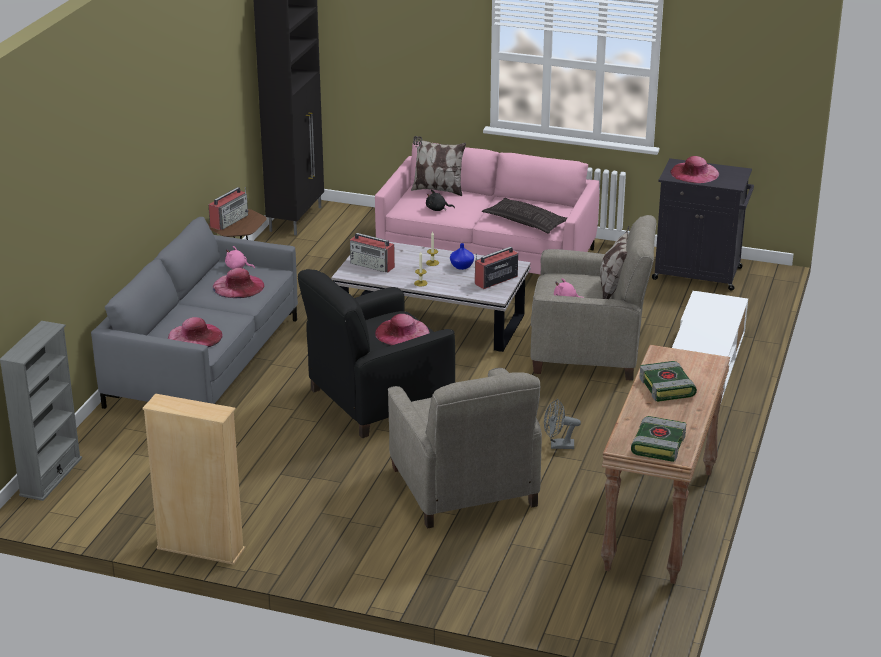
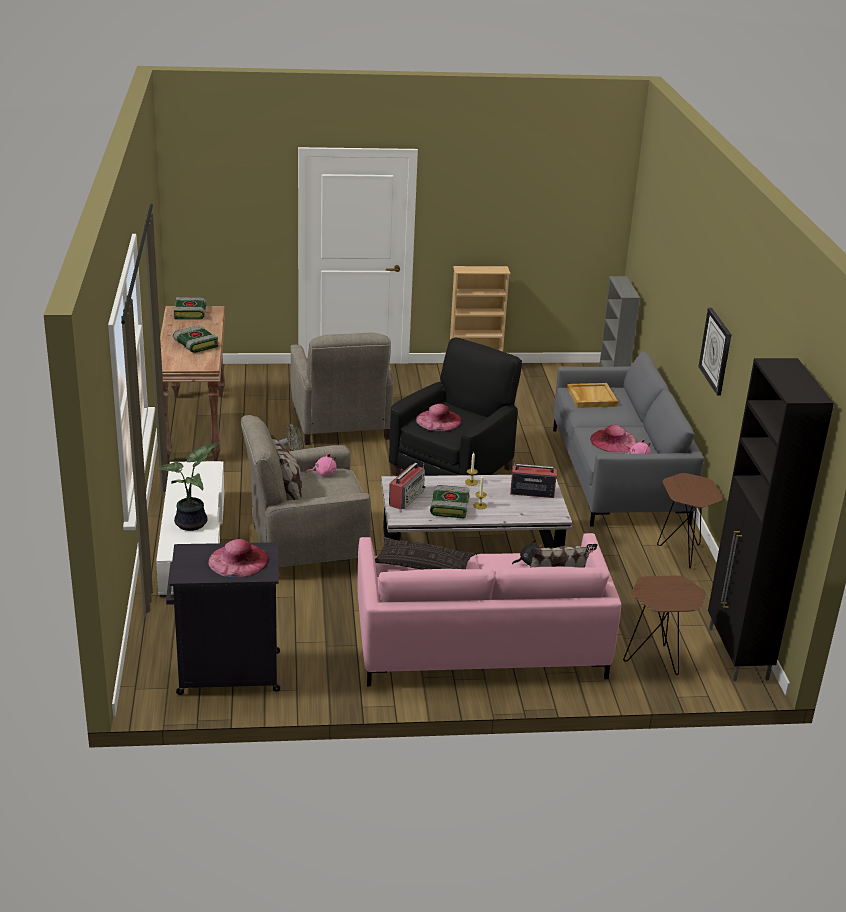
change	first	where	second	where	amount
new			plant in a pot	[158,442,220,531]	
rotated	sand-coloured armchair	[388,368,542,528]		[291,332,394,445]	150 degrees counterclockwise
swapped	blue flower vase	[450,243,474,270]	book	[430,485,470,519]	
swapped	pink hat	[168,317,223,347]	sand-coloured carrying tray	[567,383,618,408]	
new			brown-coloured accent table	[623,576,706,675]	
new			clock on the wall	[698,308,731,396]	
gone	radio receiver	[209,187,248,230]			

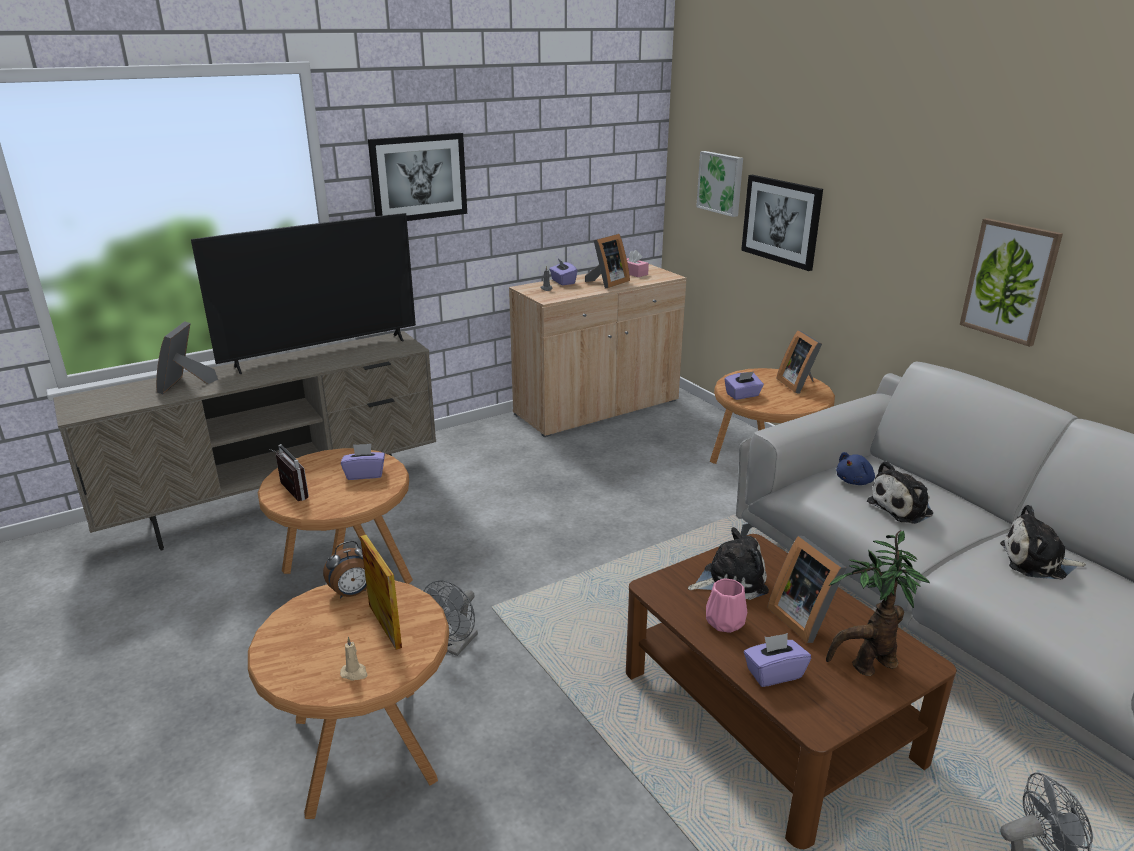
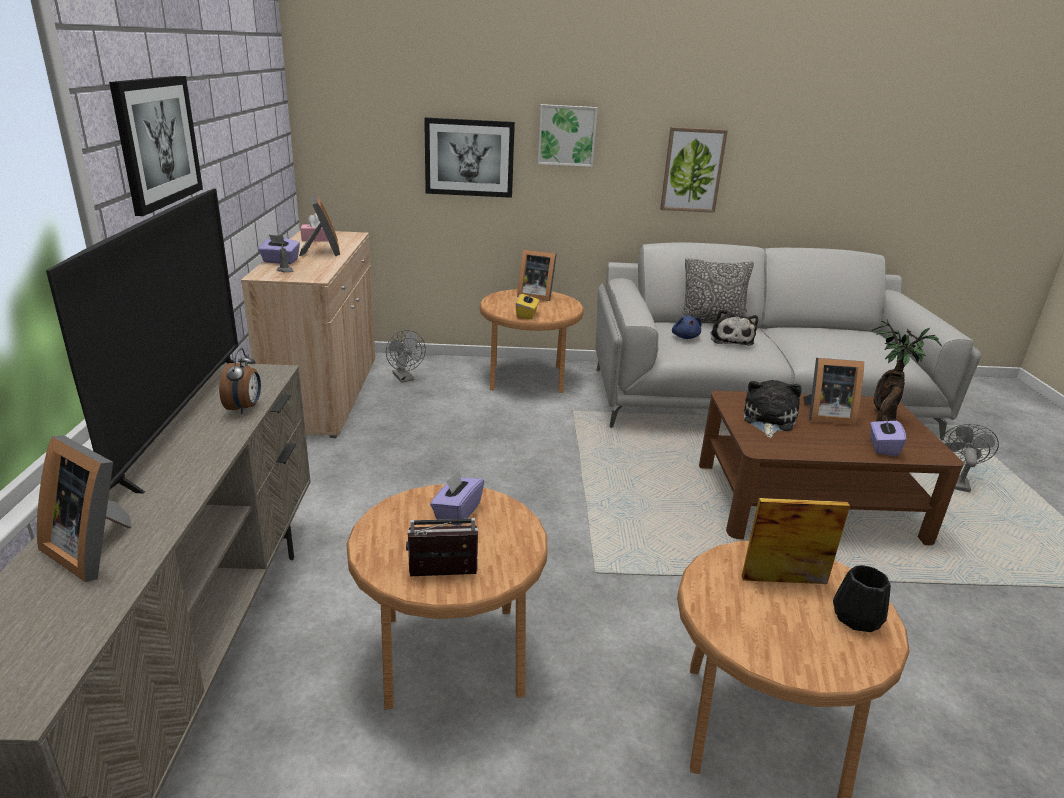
change	first	where	second	where	amount
shifted	alarm clock	[323,541,367,599]		[219,348,261,414]	
shifted	grey electric fan	[424,580,478,656]		[386,330,426,383]	
repainted	purplish box of tissues	[725,372,764,400]	yellow-coloured box of tissues	[516,291,539,319]	
shifted	picture	[696,151,743,217]		[538,104,598,167]	
new			throw pillow	[681,258,754,323]	
swapped	sand-coloured wax candle	[340,637,367,680]	black-coloured flower vase	[833,565,891,632]	
gone	pink flower vase	[706,579,747,633]			
gone	plush toy	[1000,505,1086,579]			

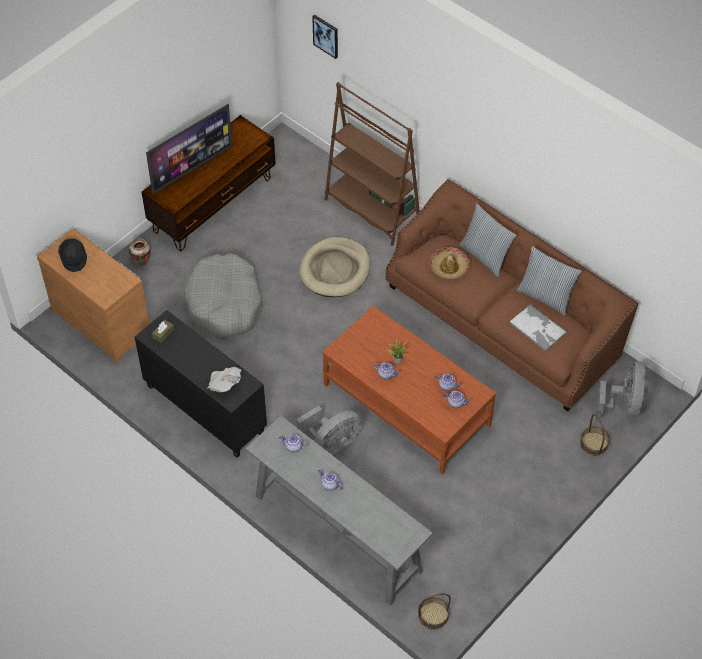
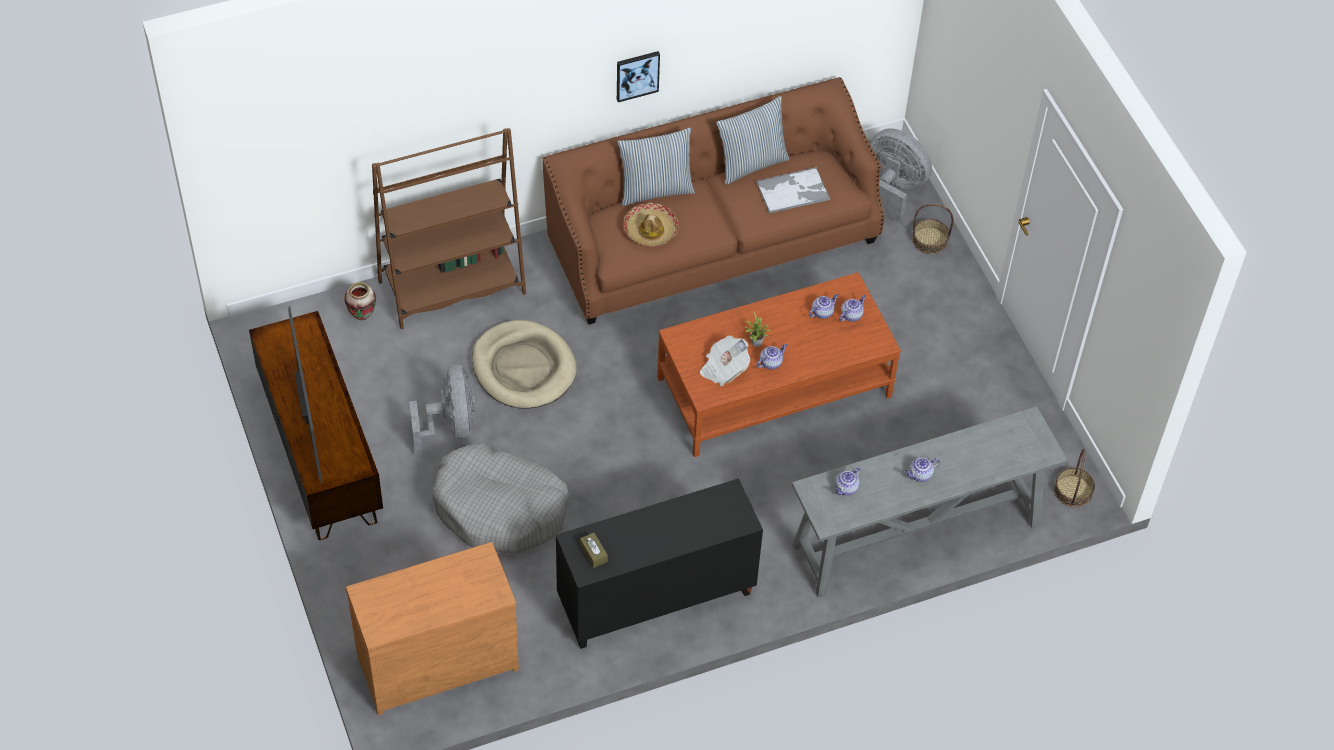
change	first	where	second	where	amount
shifted	flower vase	[129,238,151,266]		[344,282,376,320]	
shifted	grey electric fan	[296,406,362,455]		[409,364,475,454]	
shifted	picture	[312,14,338,59]		[617,51,660,102]	
shifted	daily paper	[207,366,242,392]		[700,336,750,386]	
gone	black-coloured hat	[58,238,87,272]			

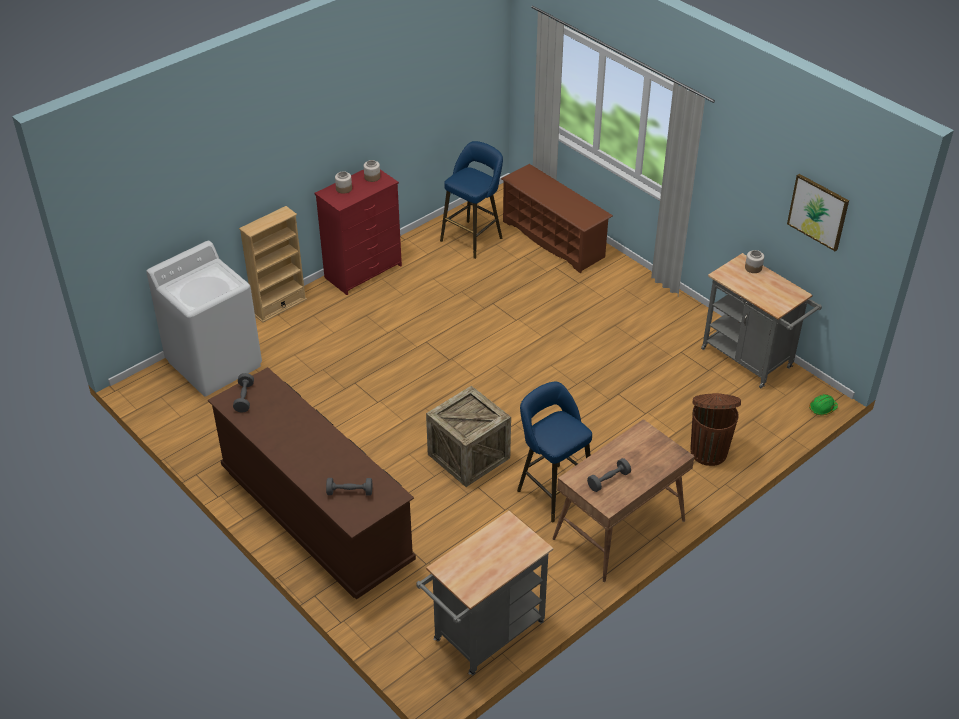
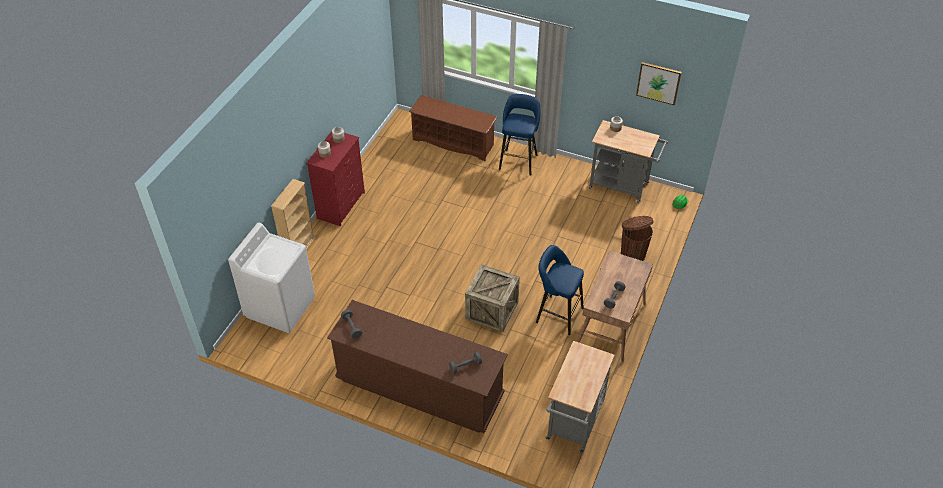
change	first	where	second	where	amount
shifted	blue sitting stool	[440,141,503,259]		[499,94,540,176]	

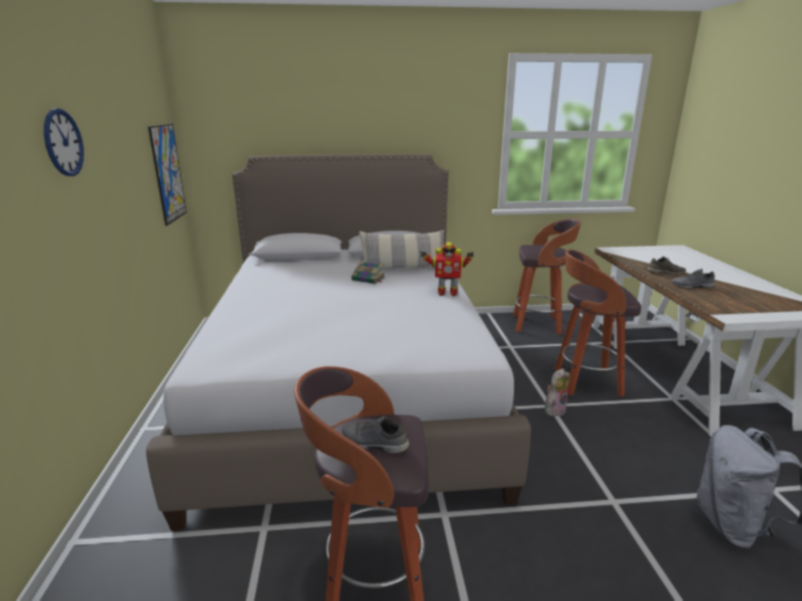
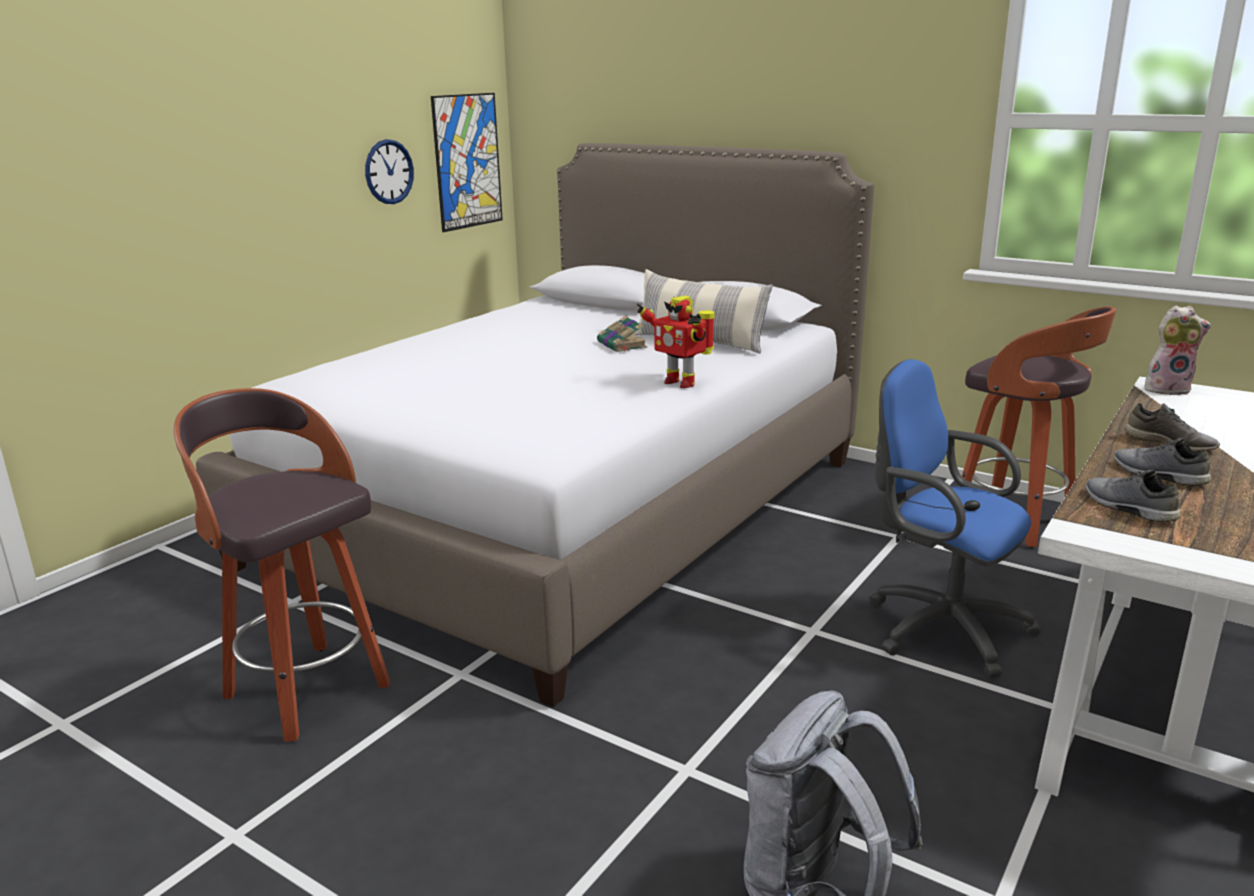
change	first	where	second	where	amount
shifted	clock on the wall	[44,108,84,176]		[365,139,414,204]	
swapped	sitting stool	[554,249,641,397]	blue computer chair	[869,359,1042,678]	
shifted	grey shoe	[342,416,409,454]		[1086,469,1181,522]	
shifted	plush toy	[545,368,570,416]		[1144,305,1211,395]	

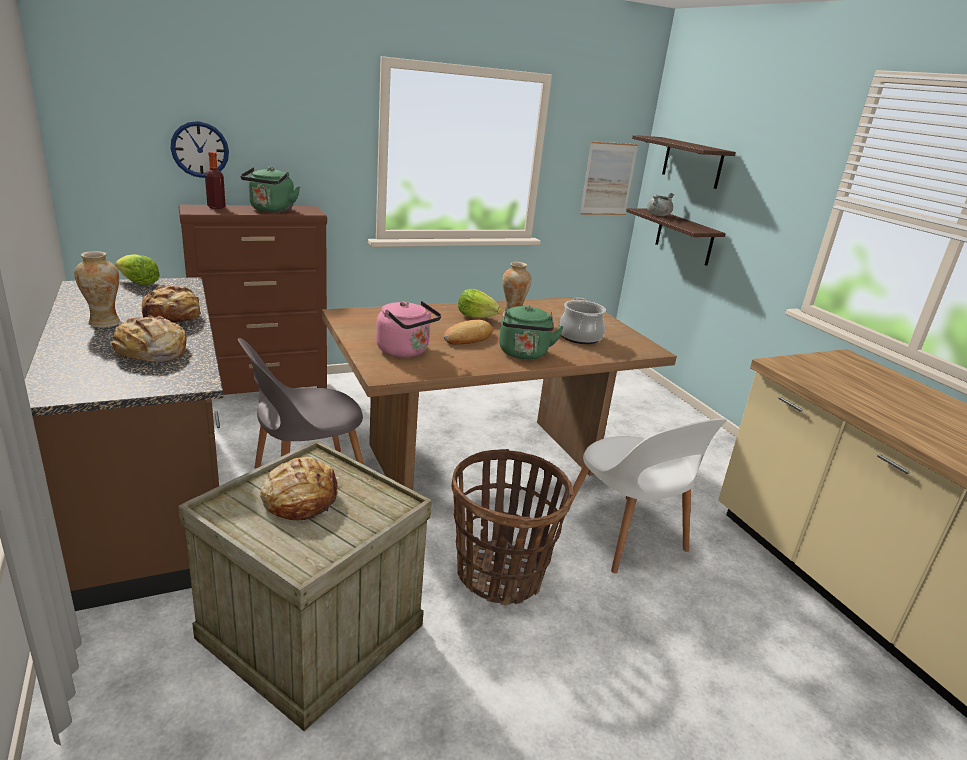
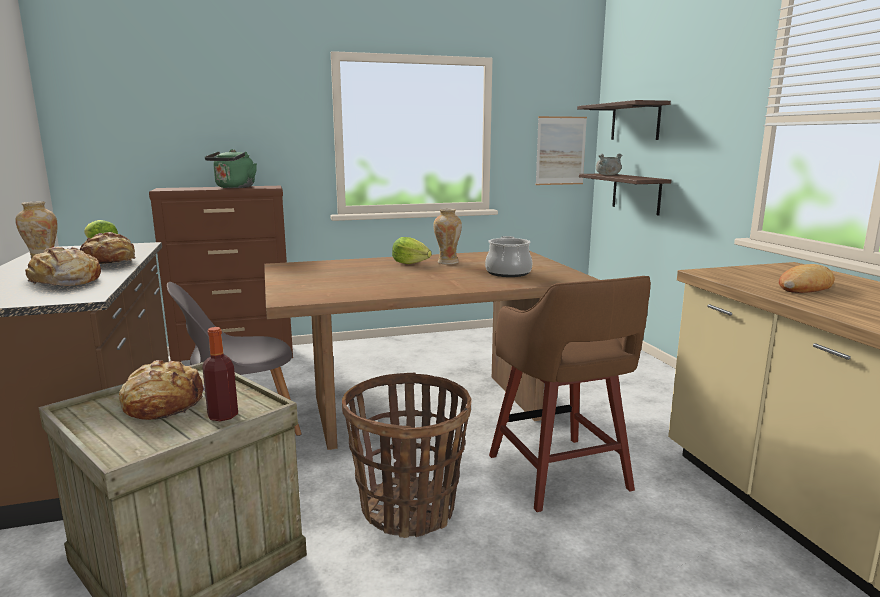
change	first	where	second	where	amount
shifted	drink bottle	[205,152,226,209]		[202,327,238,421]	
swapped	white-coloured plain chair	[565,418,727,573]	brown-coloured sitting stool	[489,276,651,512]	
shifted	baked bread	[444,320,493,345]		[779,264,835,293]	
gone	clock on the wall	[171,121,229,178]			
gone	pink tea kettle	[376,301,441,357]			
gone	green-coloured tea kettle	[499,305,564,359]			

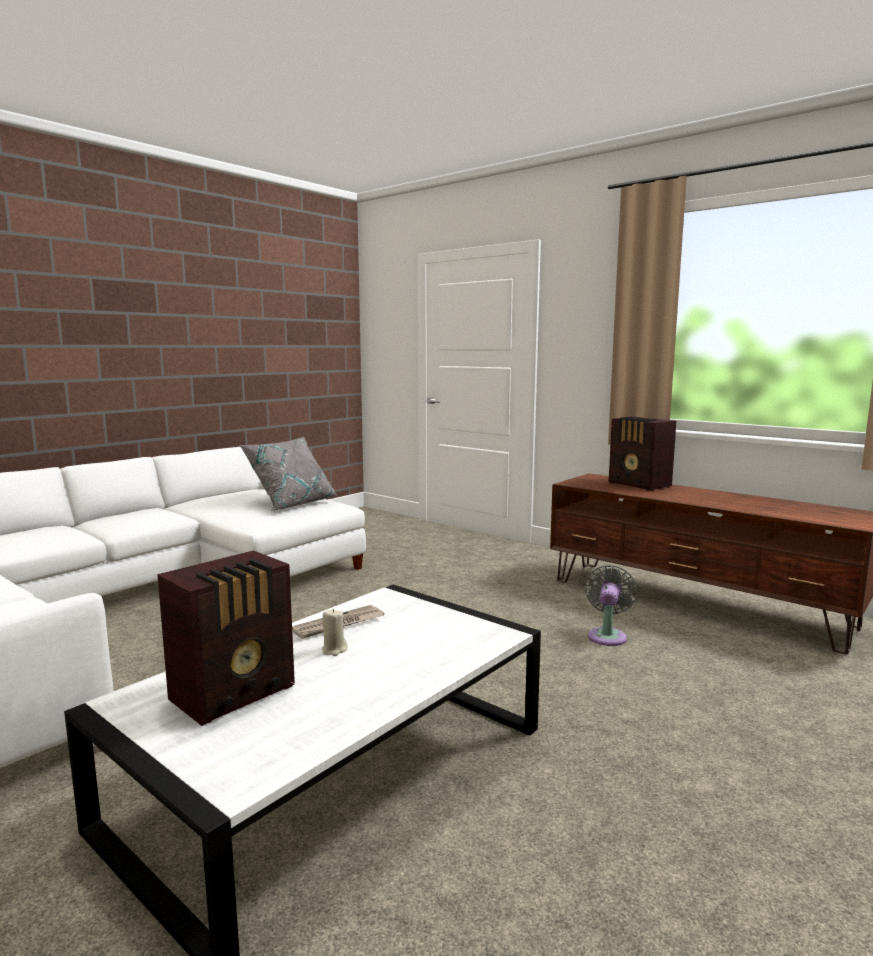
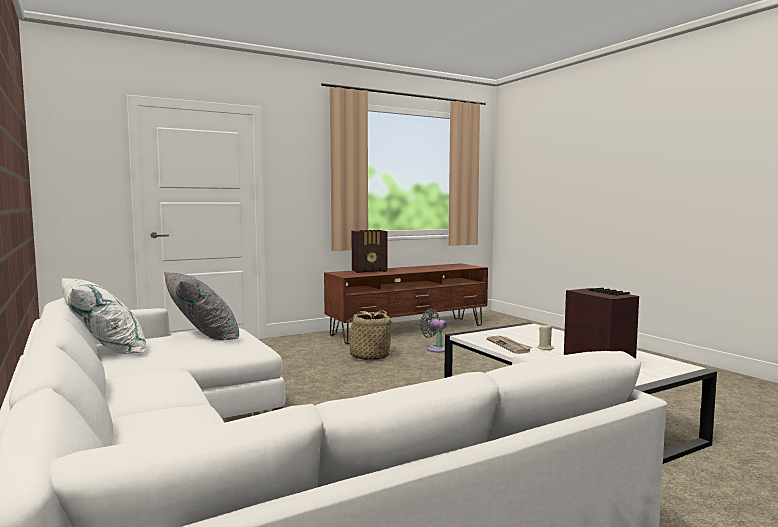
change	first	where	second	where	amount
new			white-coloured throw pillow	[62,278,146,354]	
new			basket	[341,310,394,360]	

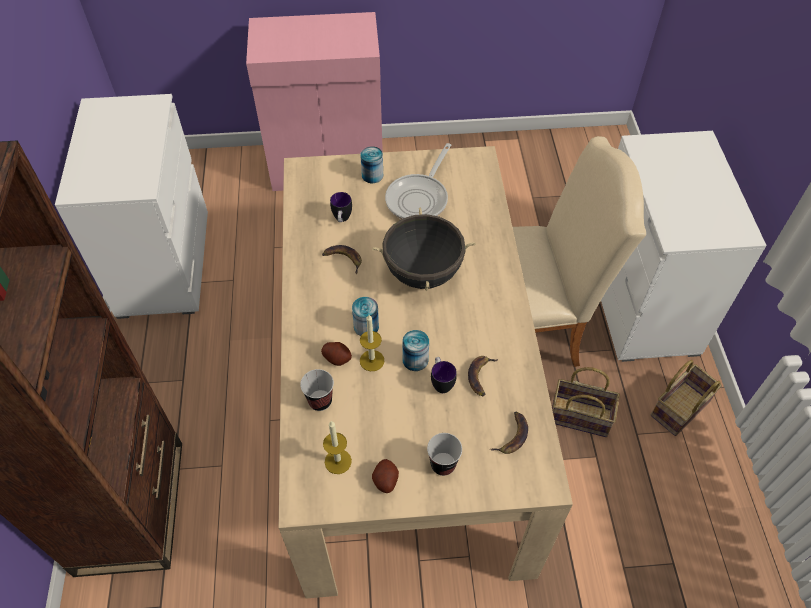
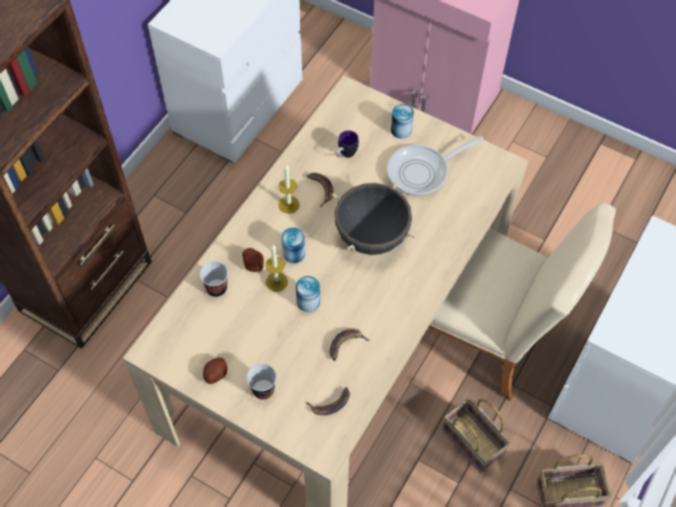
change	first	where	second	where	amount
shifted	wax candle	[323,421,352,474]		[279,165,300,214]	
gone	mug	[431,357,457,393]			

